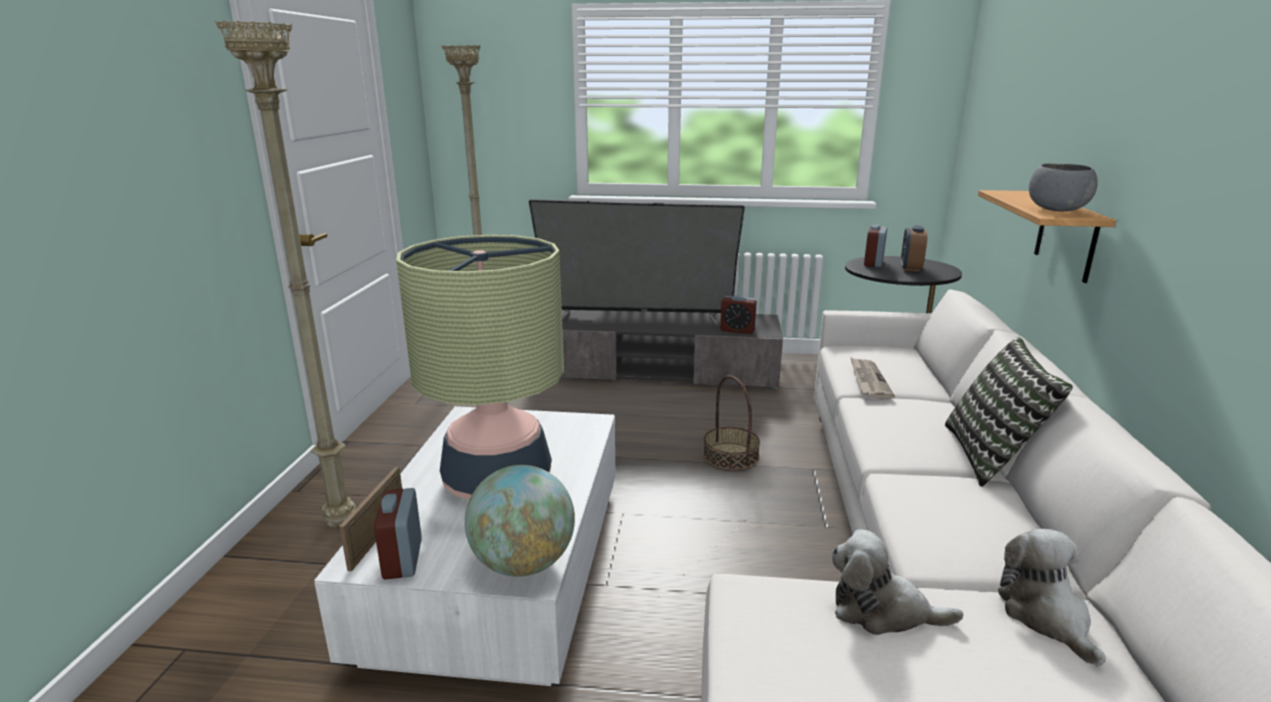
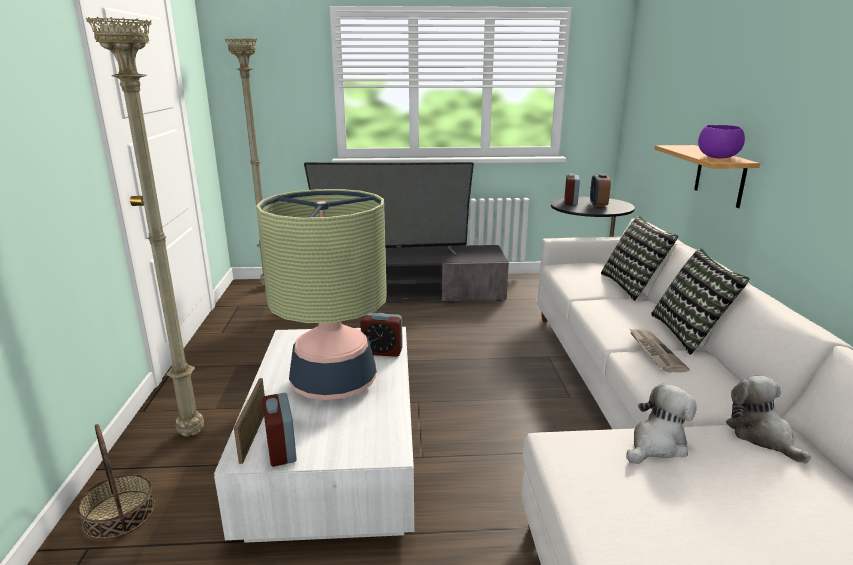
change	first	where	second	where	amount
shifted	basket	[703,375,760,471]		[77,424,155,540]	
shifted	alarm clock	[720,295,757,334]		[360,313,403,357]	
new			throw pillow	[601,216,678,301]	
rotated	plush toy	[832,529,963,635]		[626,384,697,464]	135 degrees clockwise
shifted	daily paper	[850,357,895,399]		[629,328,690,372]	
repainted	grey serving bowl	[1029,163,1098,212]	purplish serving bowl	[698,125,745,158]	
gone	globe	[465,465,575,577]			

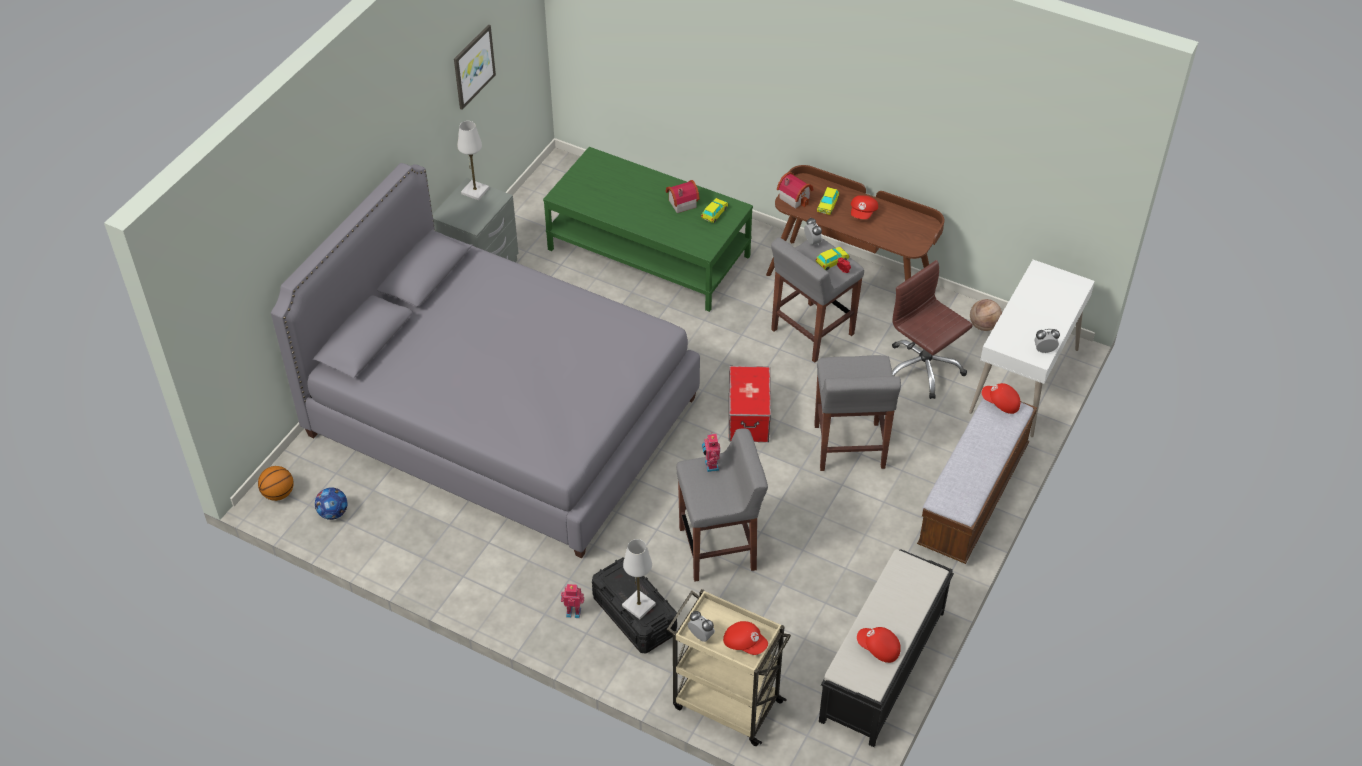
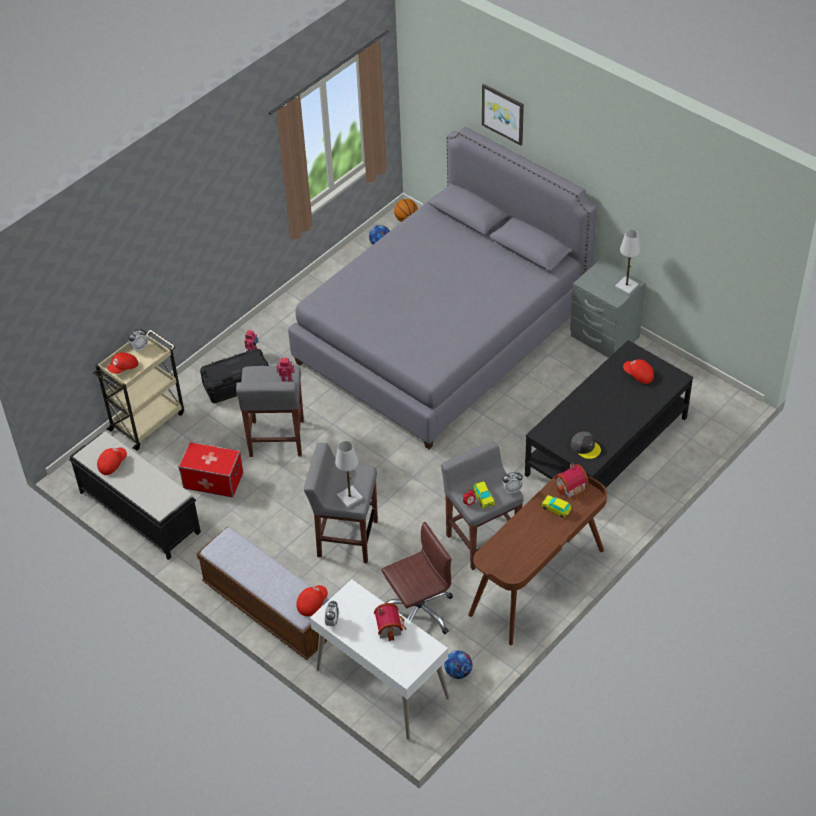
change	first	where	second	where	amount
shifted	storage box	[729,366,771,442]		[178,442,243,497]	
shifted	white-coloured table lamp	[622,539,656,619]		[335,441,363,508]	
shifted	toy house	[666,180,700,213]		[374,603,407,642]	
swapped	ball for basketball	[970,299,1002,331]	ball for football	[444,651,472,679]	
shifted	picture	[454,24,496,110]		[482,84,524,145]	
repainted	green-coloured lounge table	[543,147,753,312]	black-coloured lounge table	[525,340,693,487]	
swapped	miniature car	[701,198,728,223]	grey cap	[571,431,601,459]	
shifted	red-coloured cap	[851,195,878,219]		[623,359,654,384]	

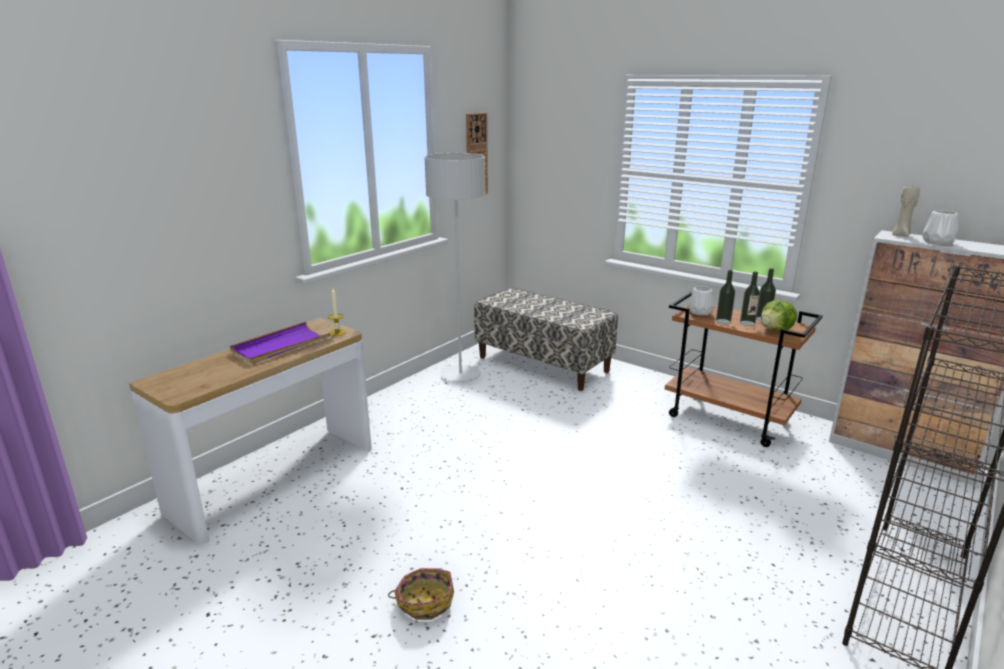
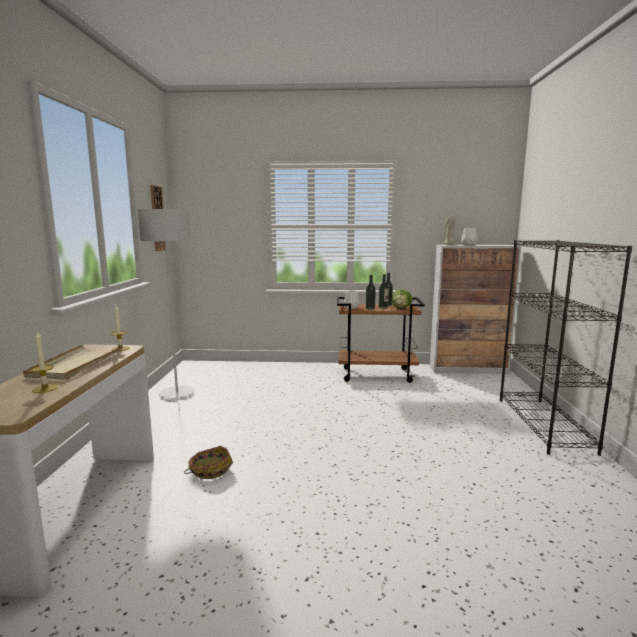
change	first	where	second	where	amount
repainted	purplish carrying tray	[230,322,330,364]	sand-coloured carrying tray	[23,344,123,380]	
new			wax candle	[31,332,58,393]	
shifted	basket	[388,568,454,620]		[184,446,233,479]	
gone	long seat	[474,288,618,391]			

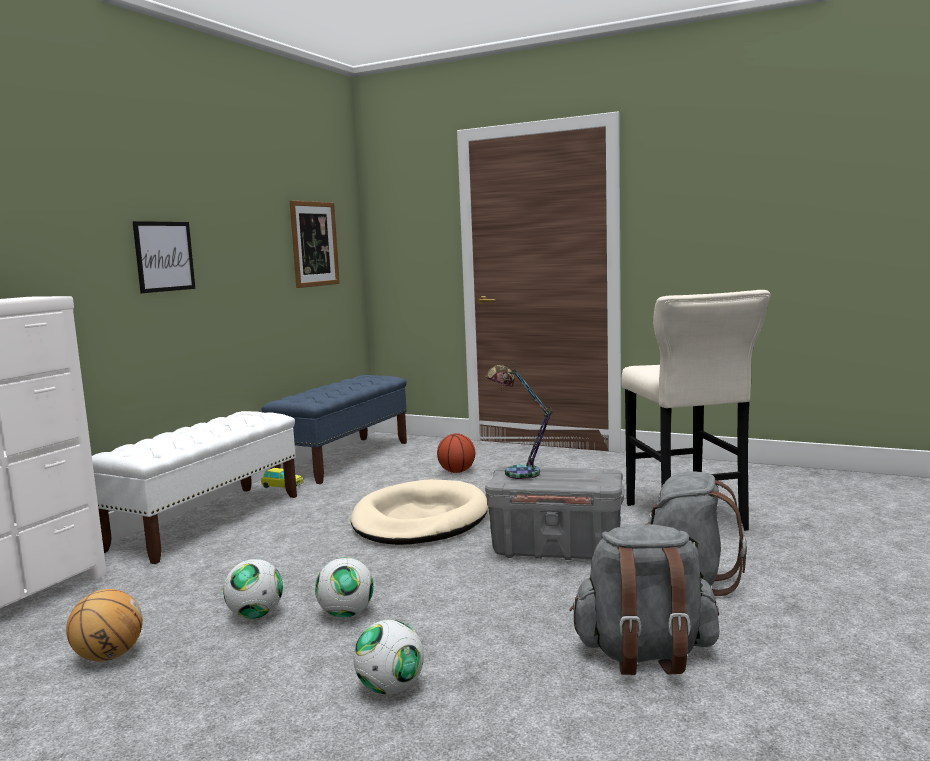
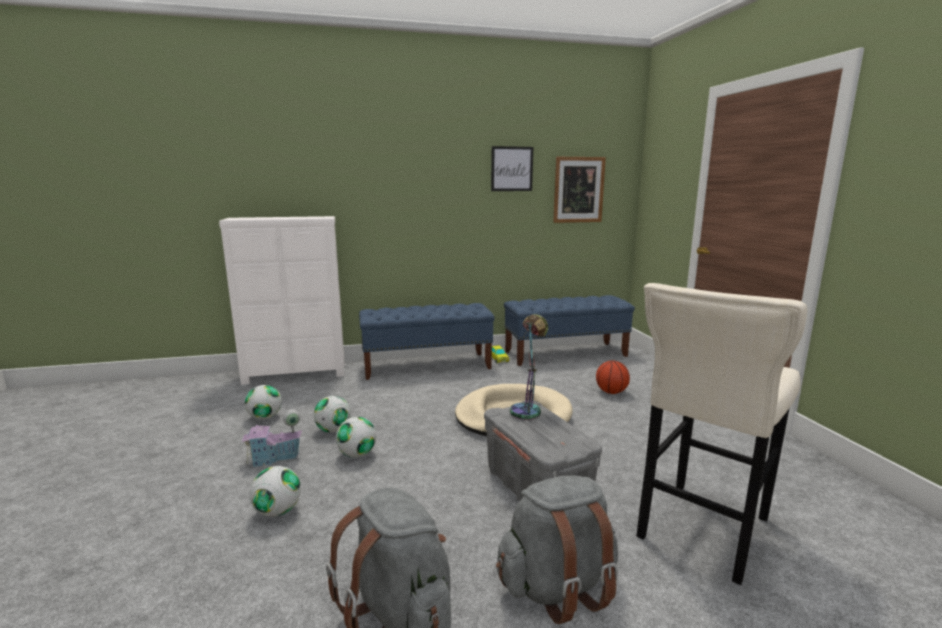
change	first	where	second	where	amount
new			toy house	[241,409,302,467]	
swapped	ball for basketball	[66,589,143,661]	ball for football	[245,385,282,420]	
repainted	white-coloured long seat	[92,411,297,564]	blue long seat	[359,303,495,380]	
shifted	picture	[133,221,195,293]		[491,146,533,191]	

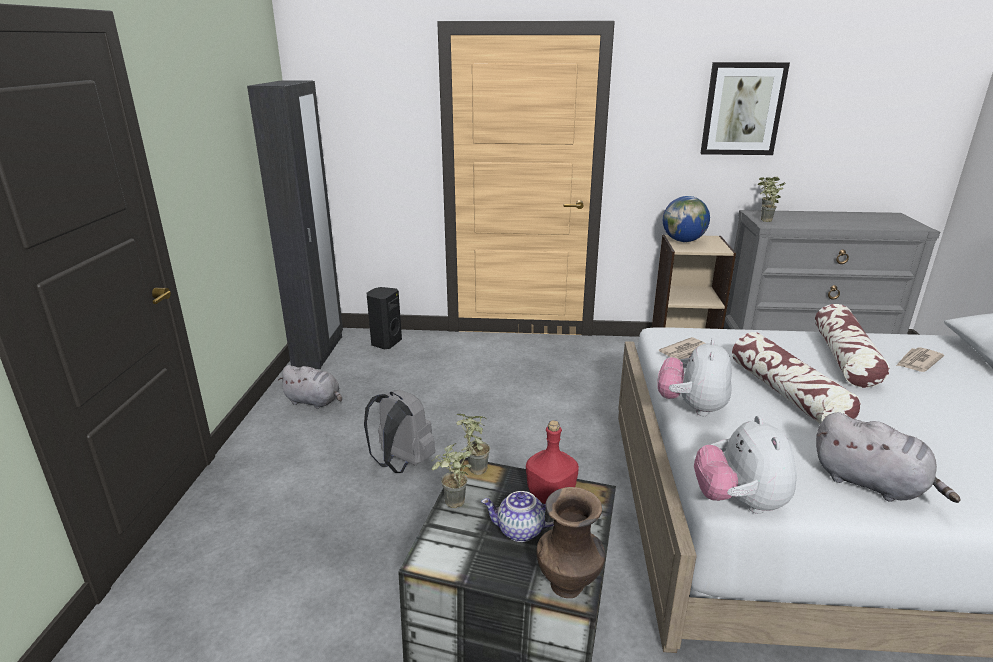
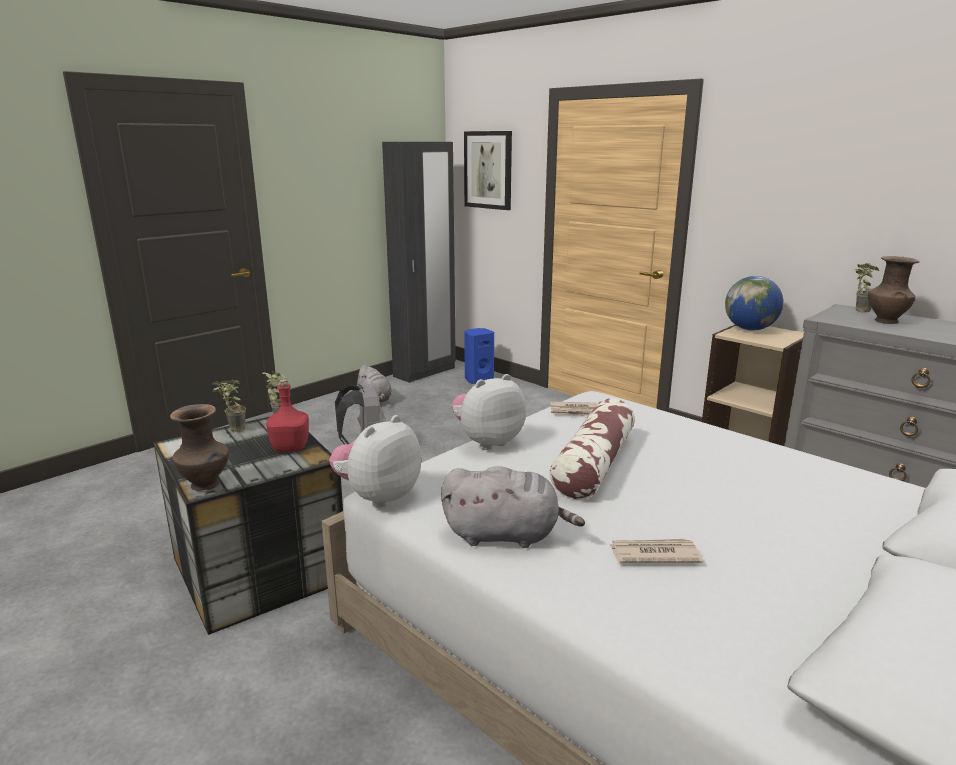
change	first	where	second	where	amount
rotated	grey plush toy	[816,412,960,503]		[441,466,585,548]	75 degrees counterclockwise
shifted	picture	[700,62,790,155]		[464,131,512,210]	
repainted	black-coloured audio speaker	[367,287,402,349]	blue audio speaker	[464,328,494,384]	
shifted	daily paper	[896,347,944,372]		[610,539,703,563]	
new			brown-coloured flower vase	[868,256,920,324]	
gone	tea pot	[481,491,554,542]			
gone	plant in a pot	[760,182,786,222]			
gone	throw pillow	[815,304,890,388]			

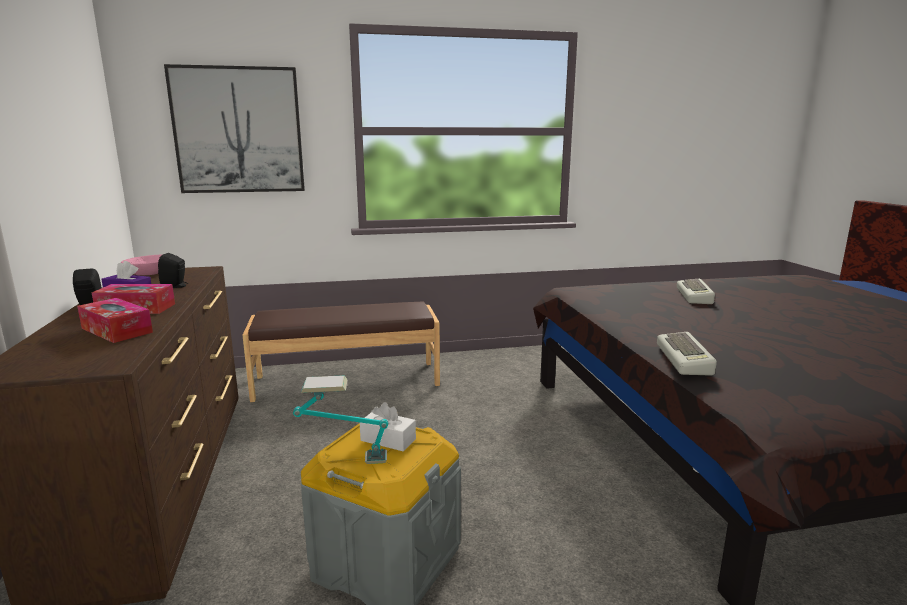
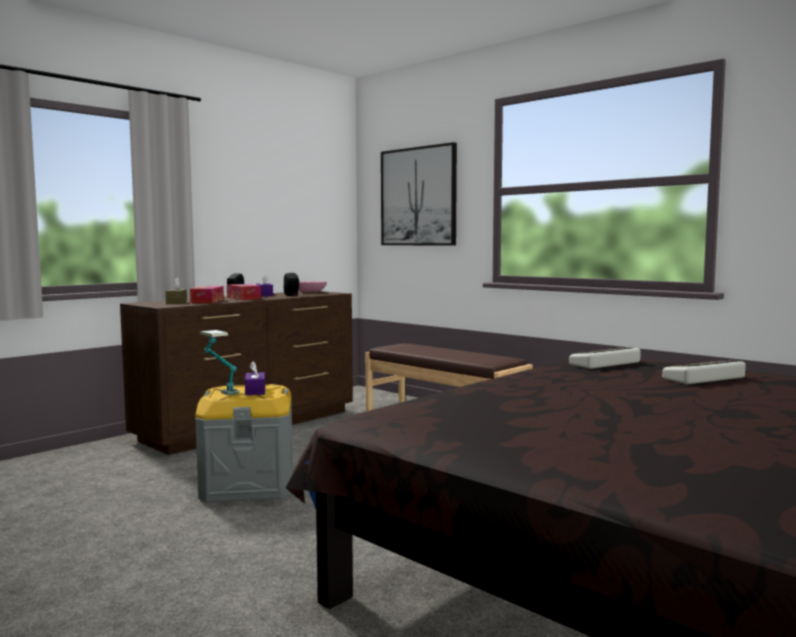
change	first	where	second	where	amount
new			brown-coloured box of tissues	[166,278,187,304]	
repainted	white-coloured box of tissues	[360,402,416,451]	purplish box of tissues	[245,361,265,395]	
shifted	keyboard	[657,332,717,376]		[569,348,641,369]	

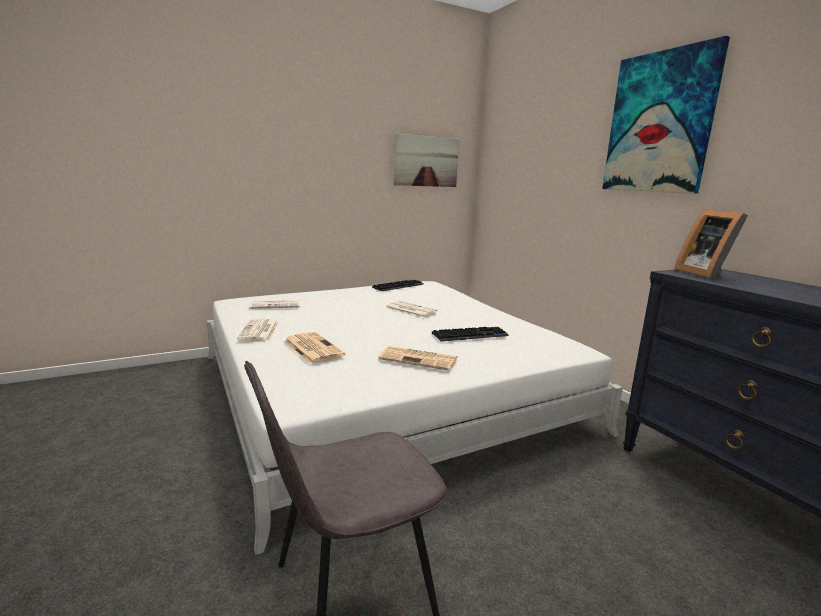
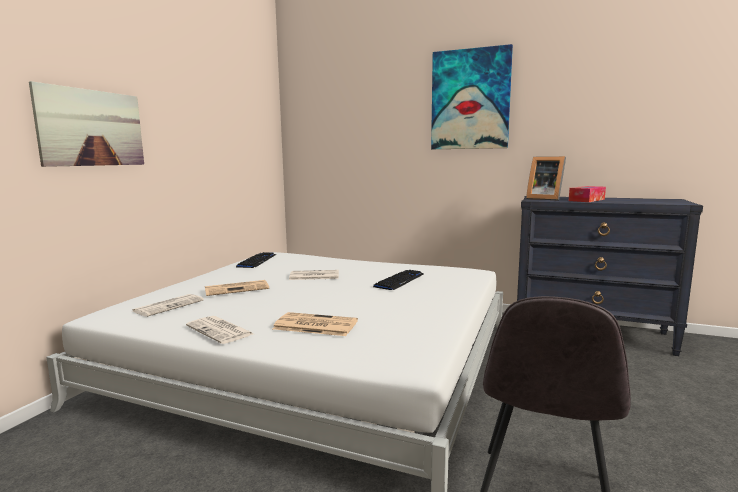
change	first	where	second	where	amount
shifted	picture	[394,134,459,187]		[29,81,144,167]	
shifted	daily paper	[378,346,458,371]		[205,280,269,296]	
new			box of tissues	[569,186,606,202]	

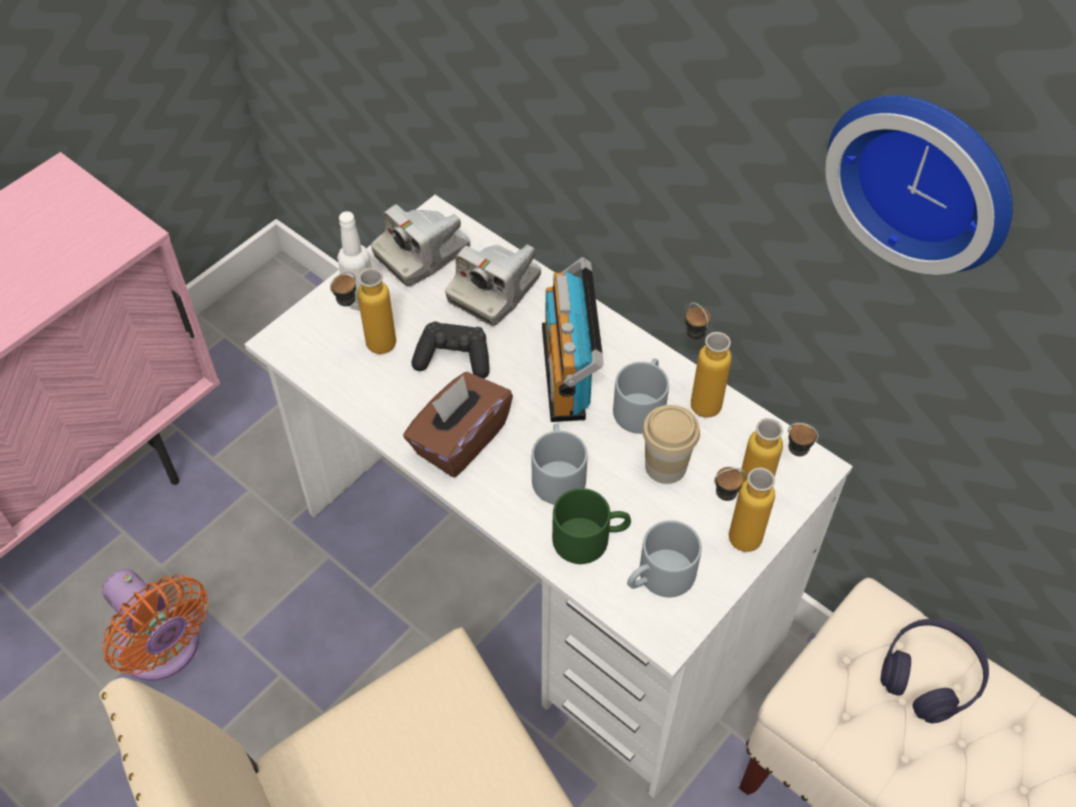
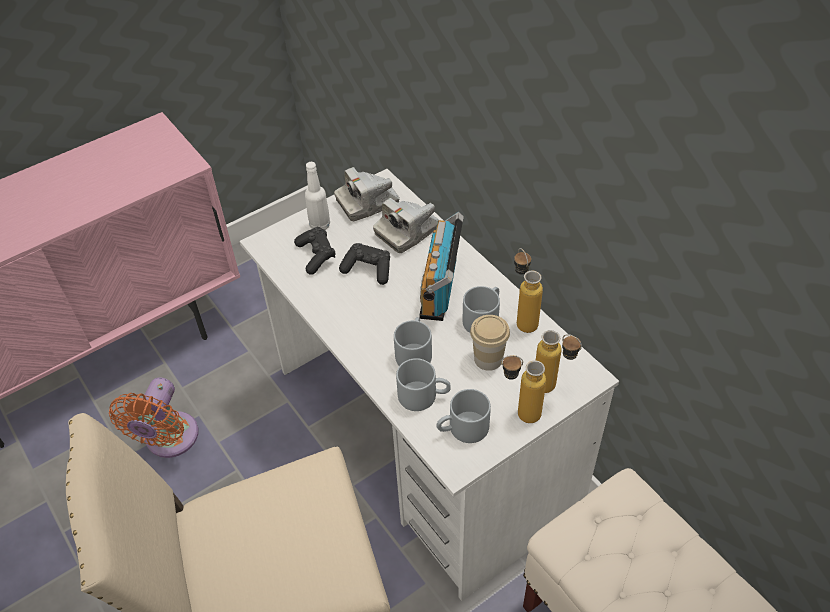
change	first	where	second	where	amount
rotated	orange electric fan	[102,569,208,681]		[109,377,199,458]	45 degrees clockwise
swapped	drink bottle	[330,268,396,354]	black-coloured gamepad	[294,227,335,275]	
repainted	green-coloured mug	[552,488,631,564]	grey mug	[396,358,451,411]	
gone	brown-coloured box of tissues	[403,372,513,477]			
gone	clock on the wall	[826,95,1013,275]			
gone	purplish pair of headphones	[880,619,989,723]			

